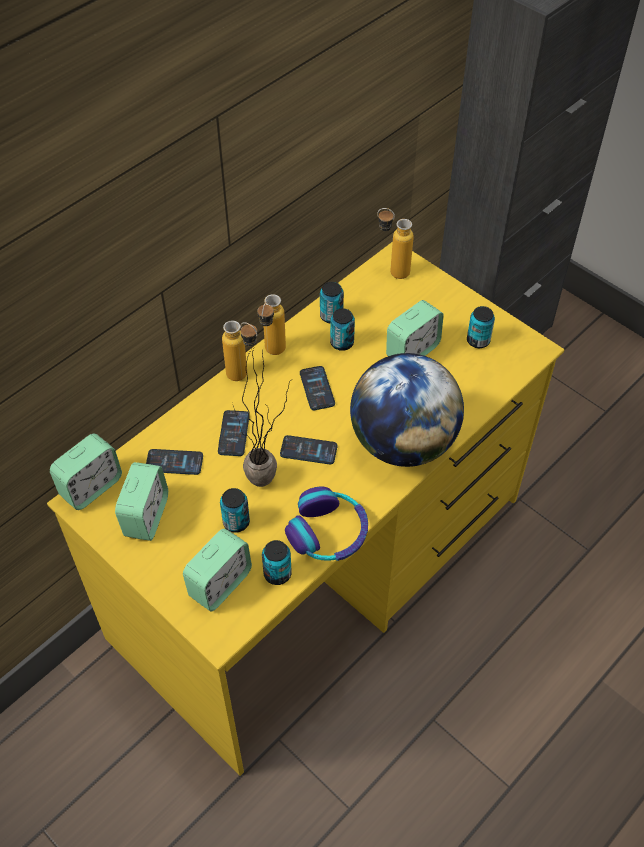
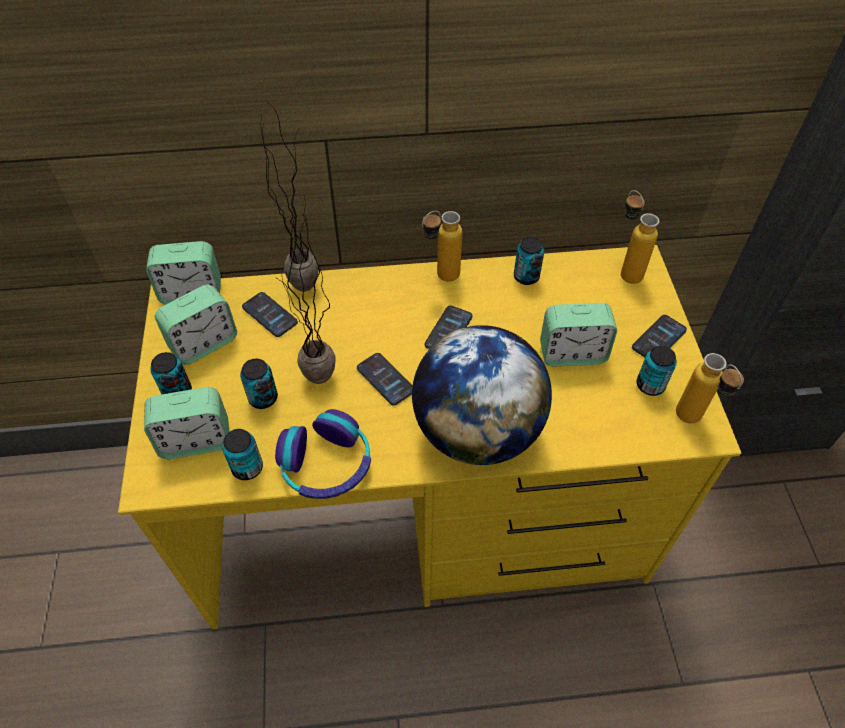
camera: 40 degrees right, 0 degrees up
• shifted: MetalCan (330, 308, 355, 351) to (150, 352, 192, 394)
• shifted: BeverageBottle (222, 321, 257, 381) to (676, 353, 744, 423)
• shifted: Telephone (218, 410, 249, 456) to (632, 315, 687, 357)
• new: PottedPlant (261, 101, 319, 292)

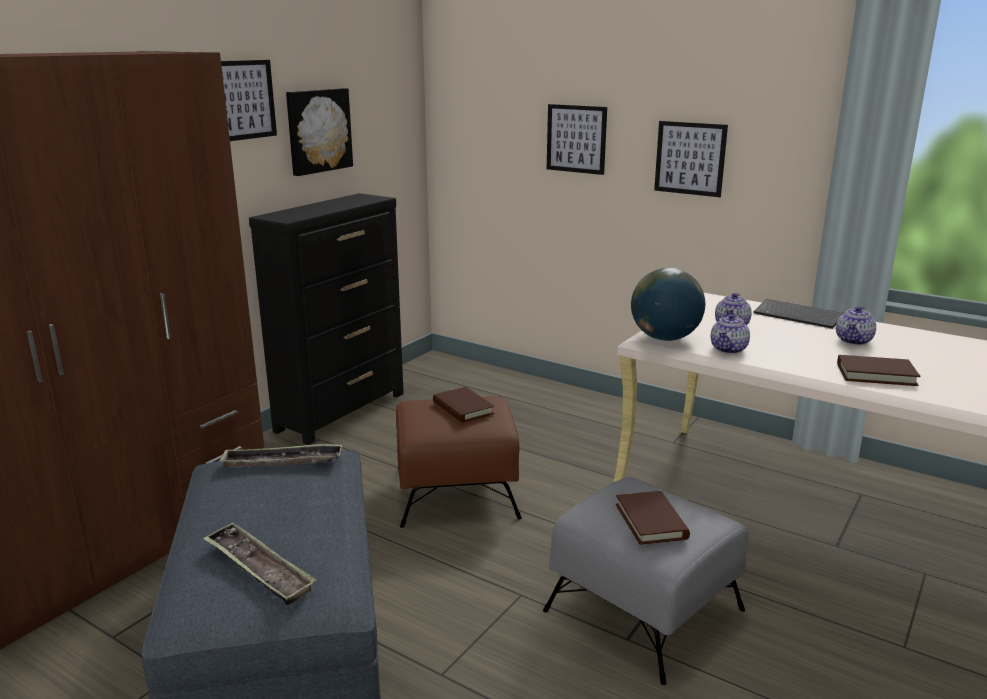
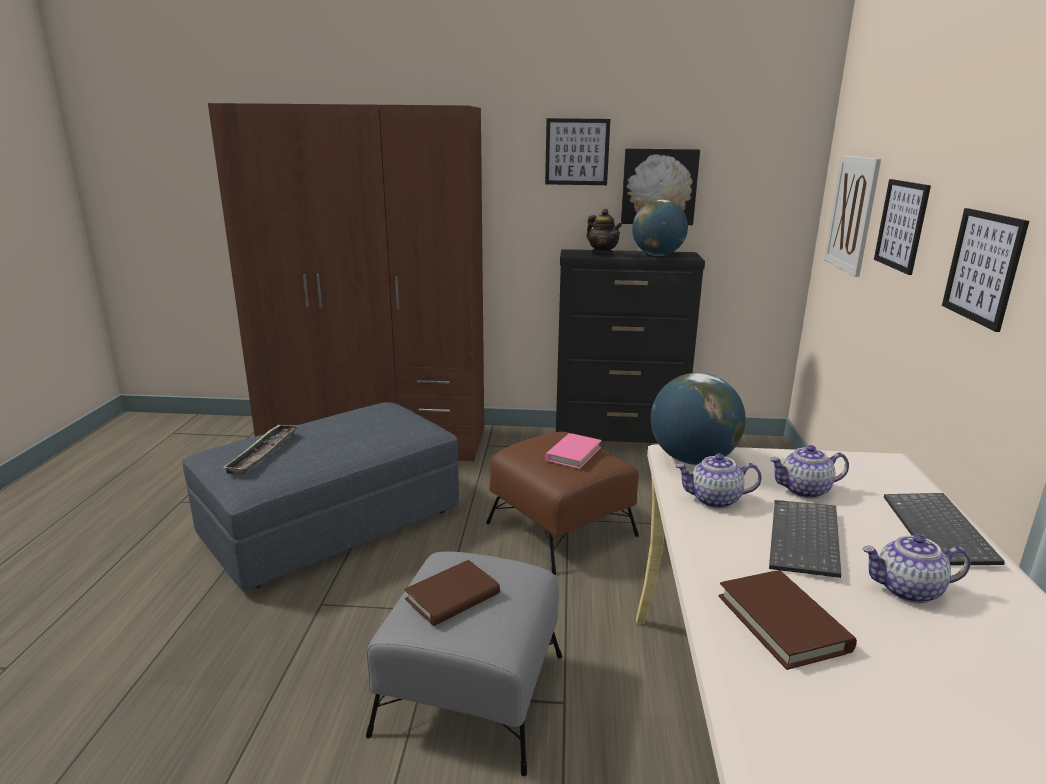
camera: 60 degrees right, 0 degrees up
• repainted: BrownVolume (433, 387, 494, 423) to PinkVolume (545, 433, 602, 469)
• gone: CarryingTray (219, 444, 342, 468)
• new: WallArt (824, 155, 881, 277)
• new: WorldGlobe (632, 200, 688, 256)
• new: Teapot (586, 209, 622, 256)
• new: PcKeyboard (769, 500, 841, 578)

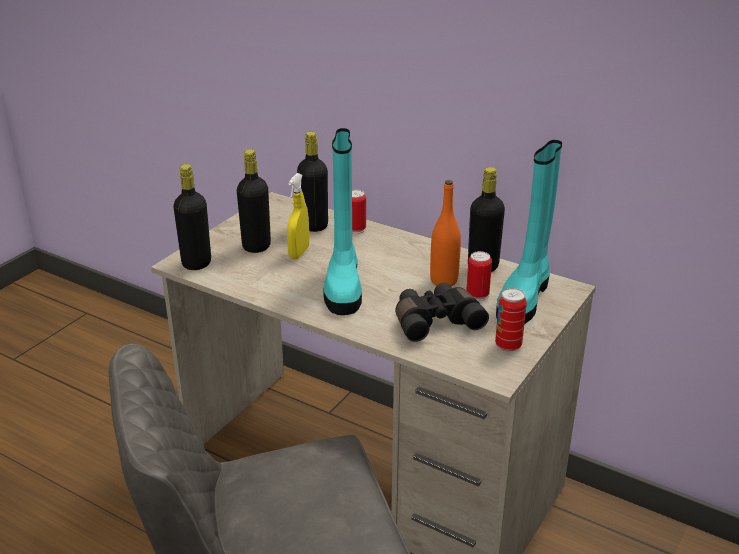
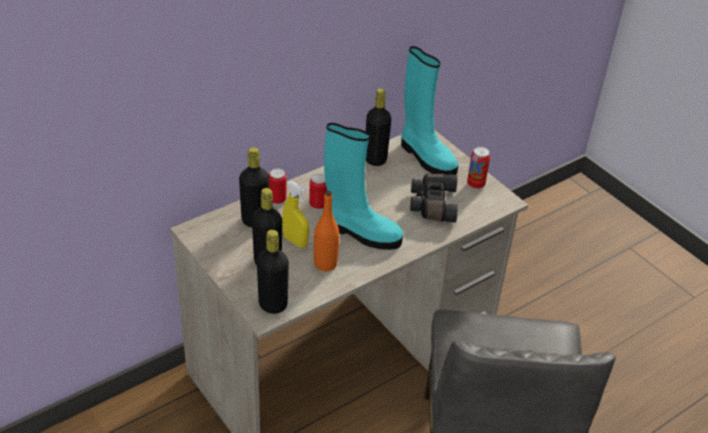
camera: 70 degrees left, 10 degrees up
• shifted: OrangeyBeverageBottle (430, 180, 461, 286) to (314, 191, 339, 271)
• shifted: MetalCan (466, 251, 492, 301) to (309, 174, 327, 211)

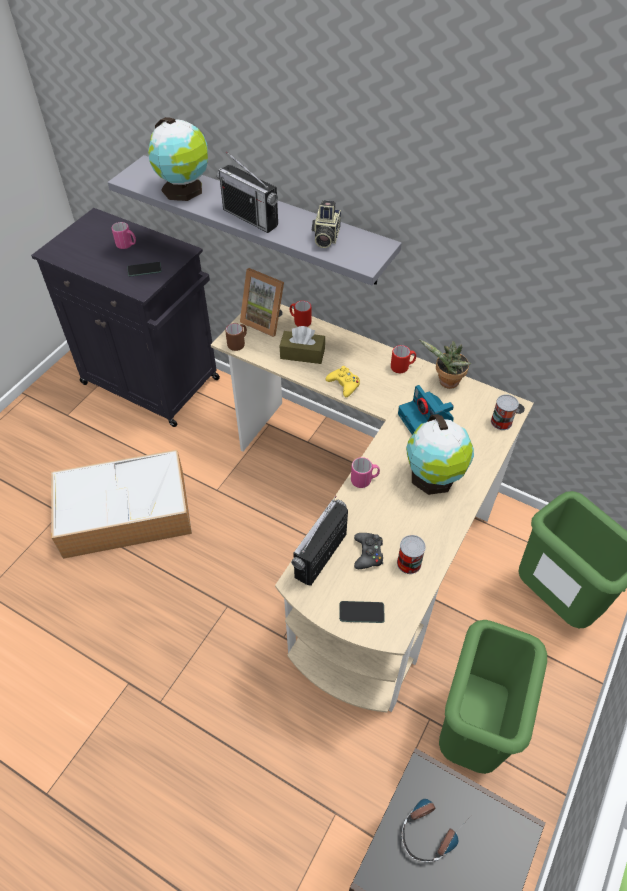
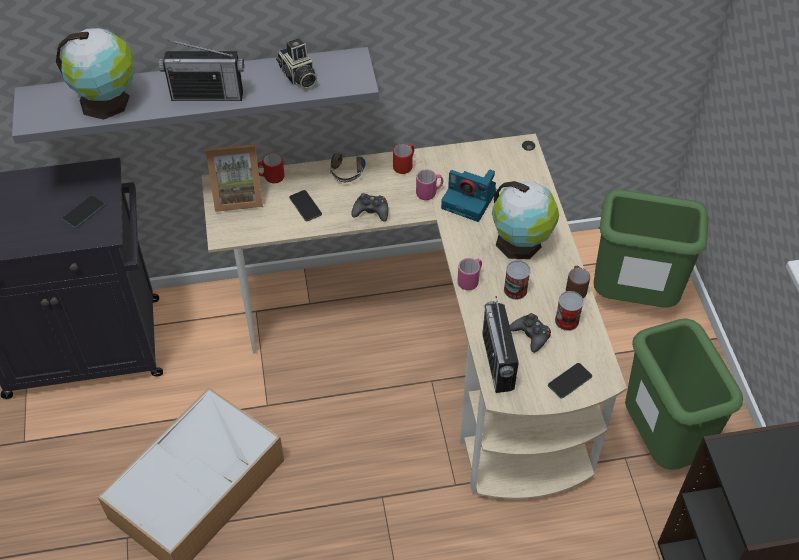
camera: 40 degrees left, 0 degrees up
• shifted: PinkCoffeeMug (112, 222, 136, 249) to (416, 169, 443, 200)
• shifted: BrownCoffeeMug (225, 323, 247, 351) to (566, 266, 590, 298)
• swapped: BrownTissueHolder (280, 326, 325, 364) to Telephone (289, 190, 322, 221)
• gone: PottedPlant (419, 340, 471, 389)
• repainted: YellowishGameController (326, 366, 360, 397) to BlackColouredGameController (351, 193, 388, 222)
• shifted: MetalCan (491, 395, 519, 430) to (504, 260, 531, 300)
• shifted: Headphones (402, 799, 458, 862) to (330, 152, 366, 182)

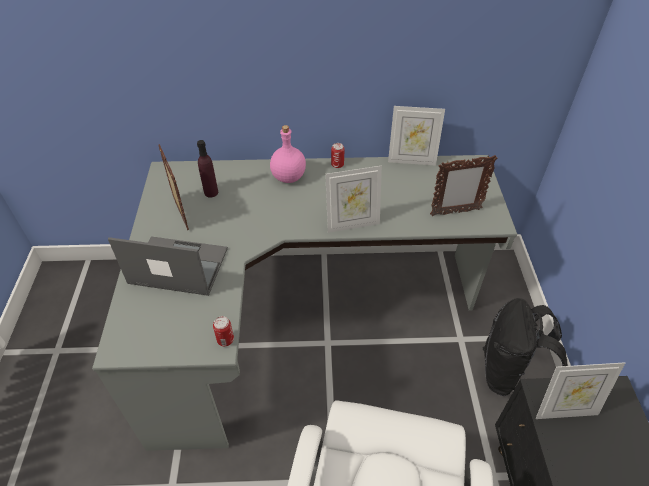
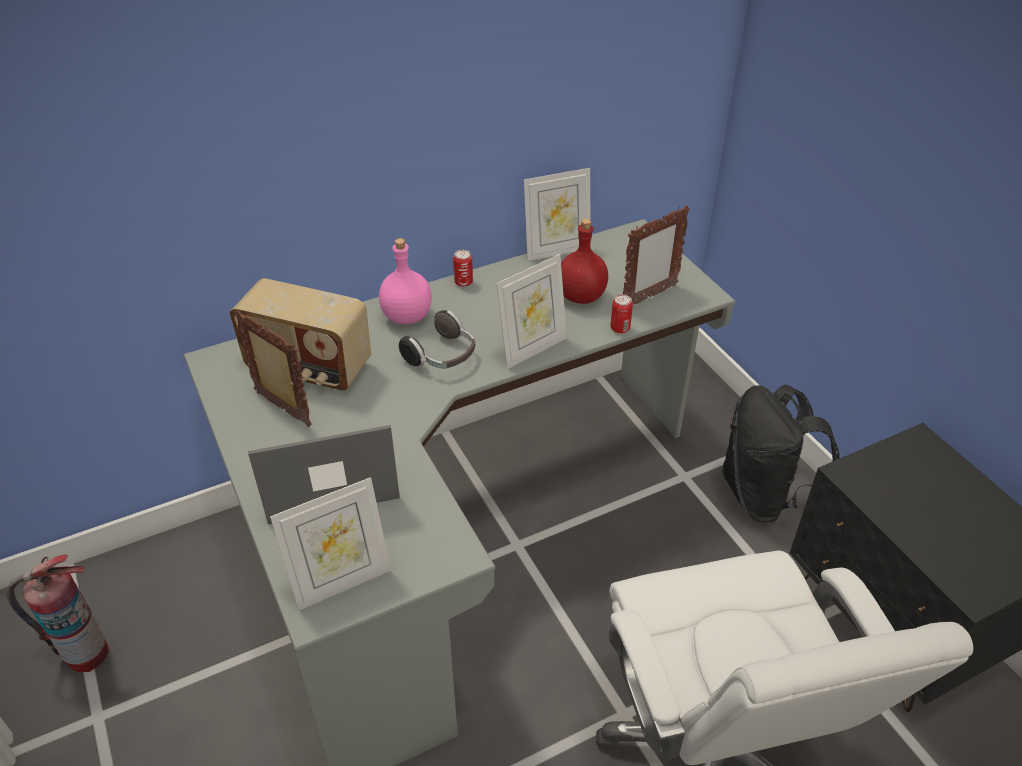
camera: 25 degrees left, 5 degrees down
• swapped: PurplishBeverageBottle (197, 140, 218, 198) to RadioSet (230, 278, 371, 391)
• shifted: MetalCan (213, 316, 234, 346) to (610, 294, 633, 333)
• shifted: StandingFrame (536, 362, 625, 419) to (270, 477, 391, 610)
• new: RedColouredBeverageBottle (561, 219, 608, 304)
• new: Headphones (399, 310, 475, 369)
• new: FireFightingCylinder (6, 554, 109, 672)

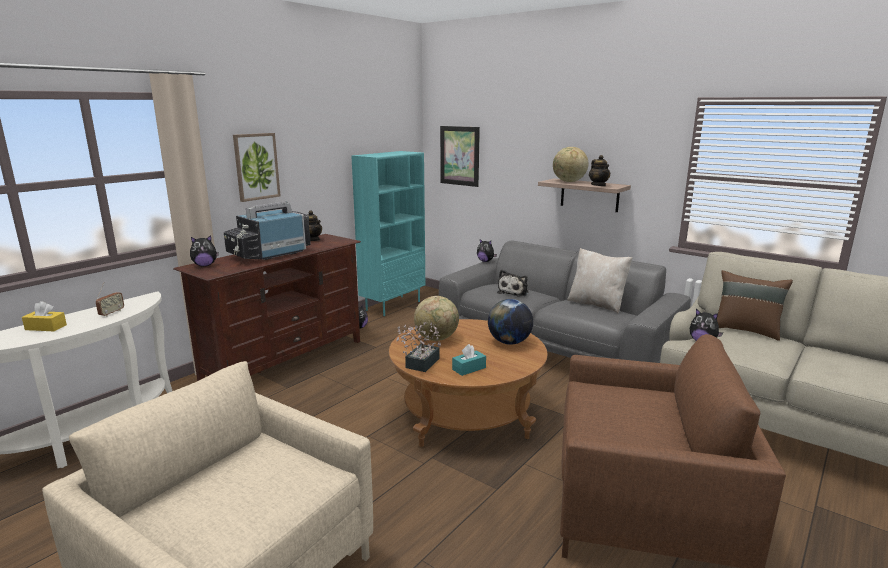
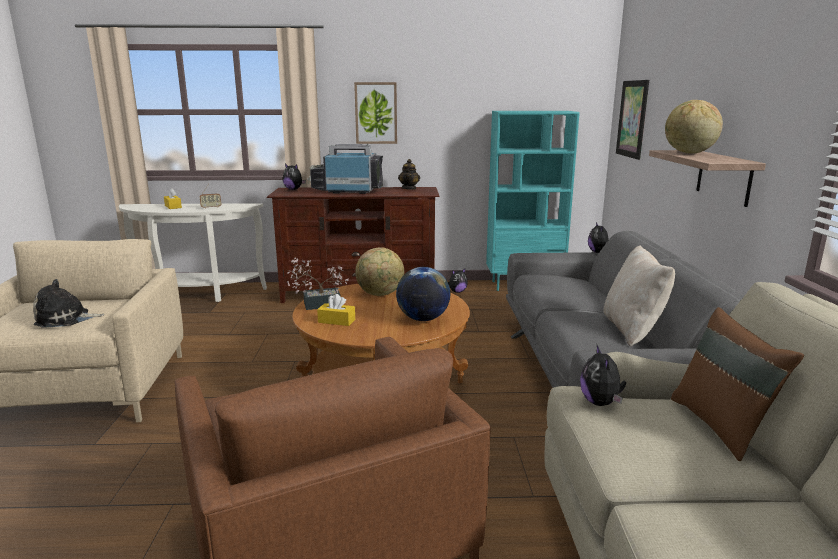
camera: 50 degrees right, 0 degrees up
• gone: Teapot (589, 155, 611, 186)
• shifted: CuddlyToy (497, 270, 529, 297) to (34, 279, 104, 328)
• repainted: TurquoiseTissueHolder (452, 344, 486, 376) to YellowishTissueHolder (317, 294, 355, 326)

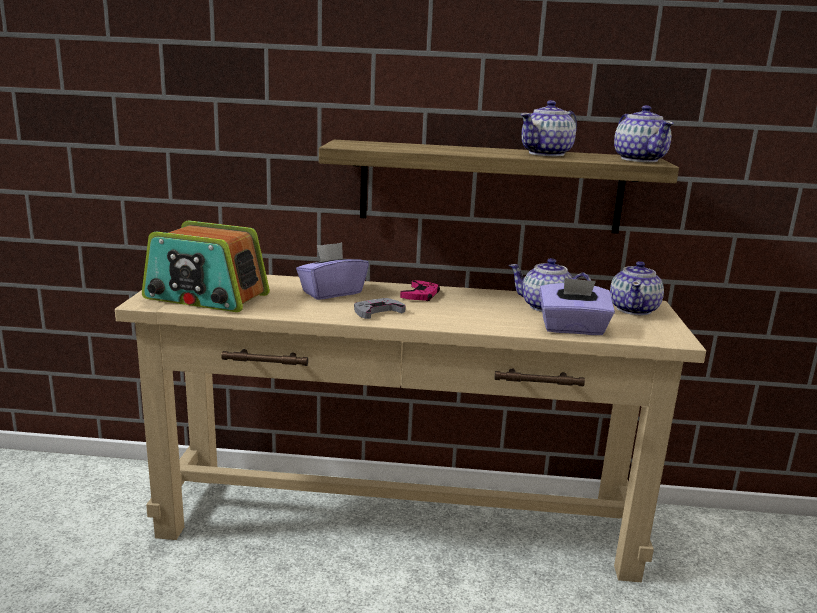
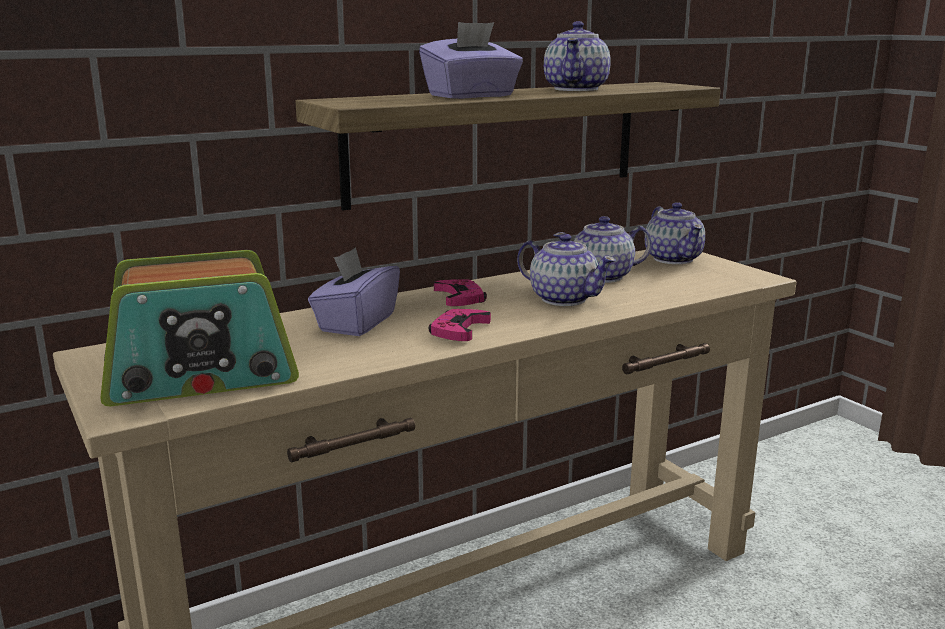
camera: 35 degrees left, 0 degrees up
• shifted: Teapot (614, 105, 673, 162) to (517, 234, 616, 306)
• shifted: PurplishTissueHolder (539, 278, 615, 335) to (419, 22, 523, 99)
• repainted: GrayGameController (354, 298, 406, 319) to PinkGameController (429, 309, 491, 341)

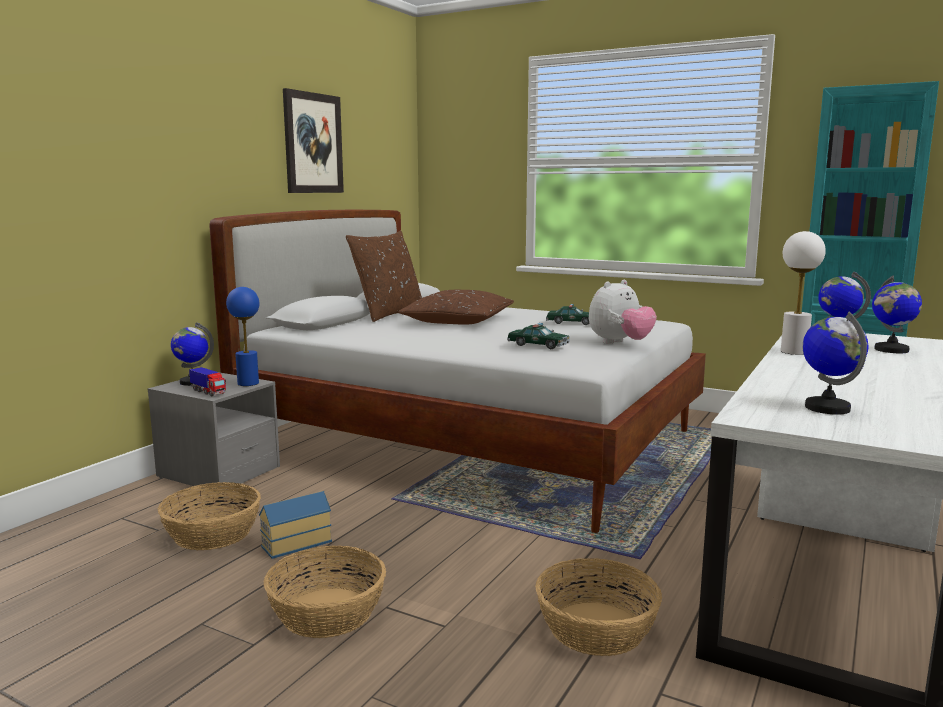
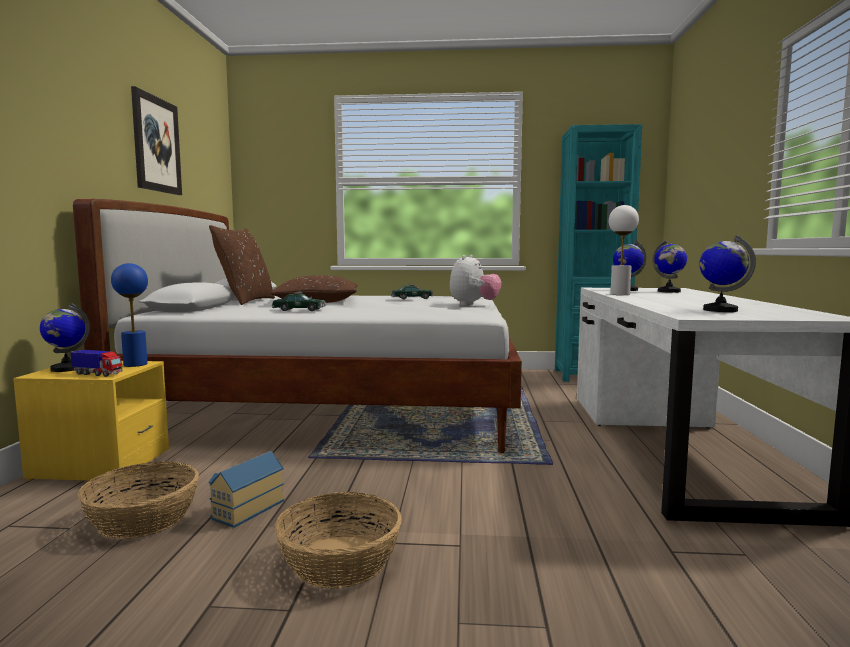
camera: 25 degrees left, 5 degrees down
• shifted: ModelCar (507, 323, 570, 349) to (272, 291, 326, 311)
• repainted: GrayNightstand (148, 372, 280, 490) to YellowishNightstand (13, 361, 169, 483)
• gone: HouseholdBasket (535, 558, 662, 656)

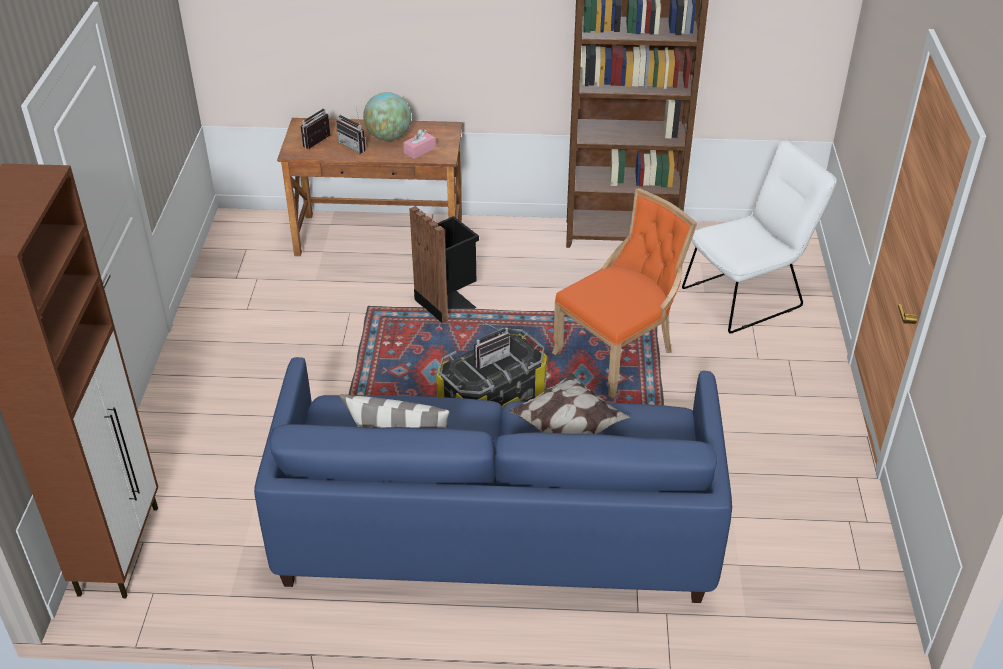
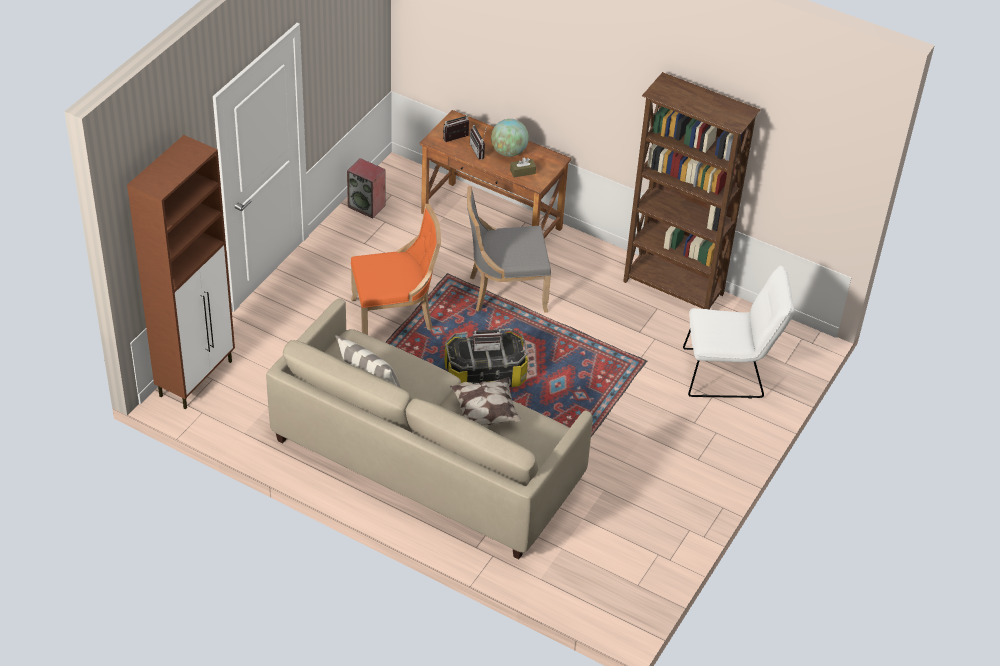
camera: 25 degrees right, 5 degrees up
• repainted: PinkTissueHolder (403, 129, 436, 159) to BrownTissueHolder (510, 157, 536, 178)
• shifted: OrangeyPlainChair (552, 188, 697, 398) to (351, 204, 441, 335)
• swapped: BlackColouredRubbishBin (409, 206, 479, 323) to GrayPlainChair (467, 186, 551, 313)
• repainted: BluishSettee (254, 357, 732, 603) to SandColouredSettee (266, 298, 593, 559)
• new: AudioSpeaker (347, 158, 386, 218)

